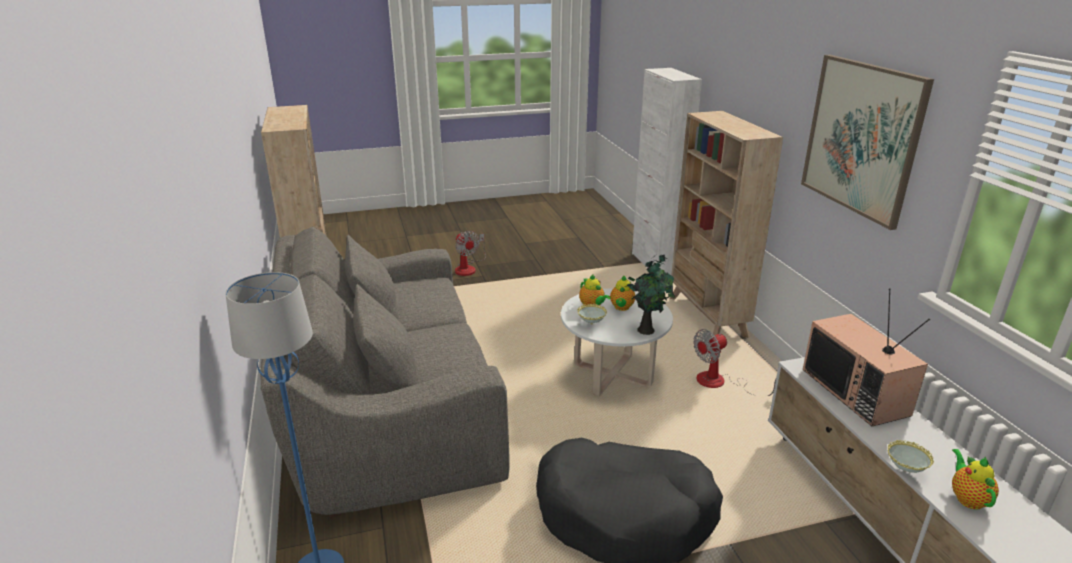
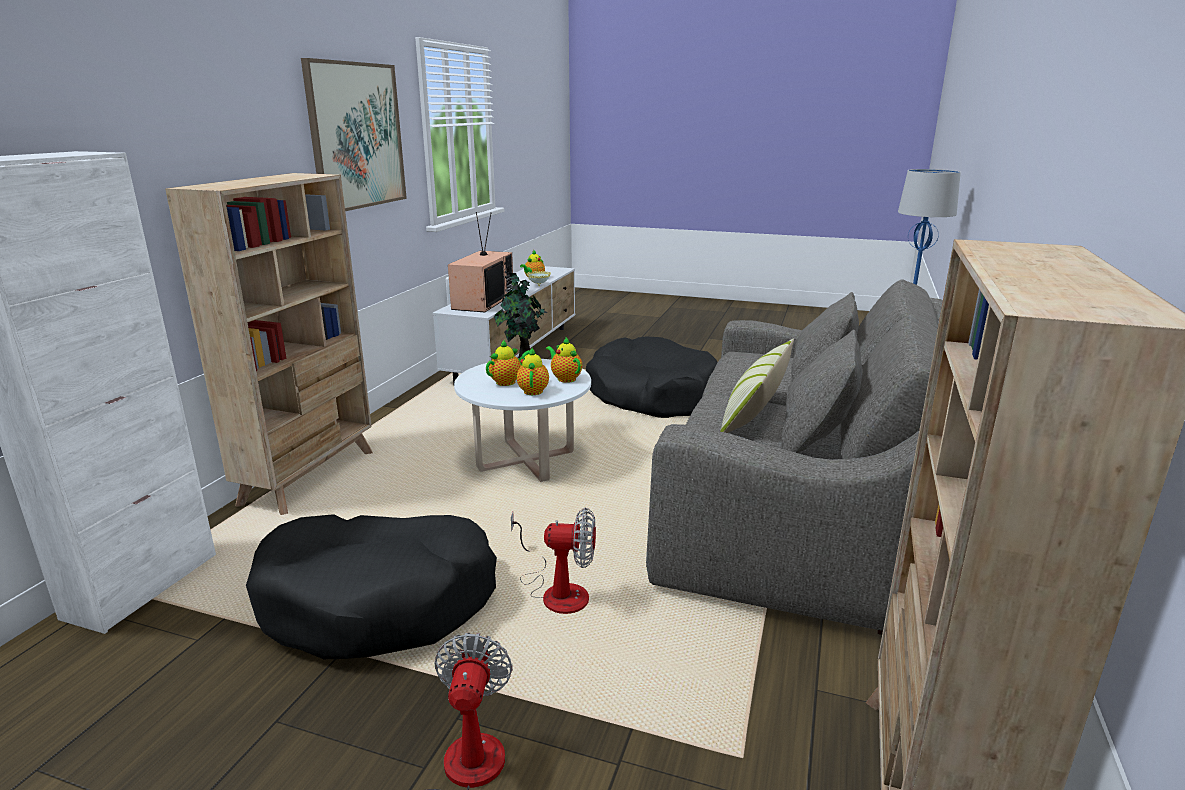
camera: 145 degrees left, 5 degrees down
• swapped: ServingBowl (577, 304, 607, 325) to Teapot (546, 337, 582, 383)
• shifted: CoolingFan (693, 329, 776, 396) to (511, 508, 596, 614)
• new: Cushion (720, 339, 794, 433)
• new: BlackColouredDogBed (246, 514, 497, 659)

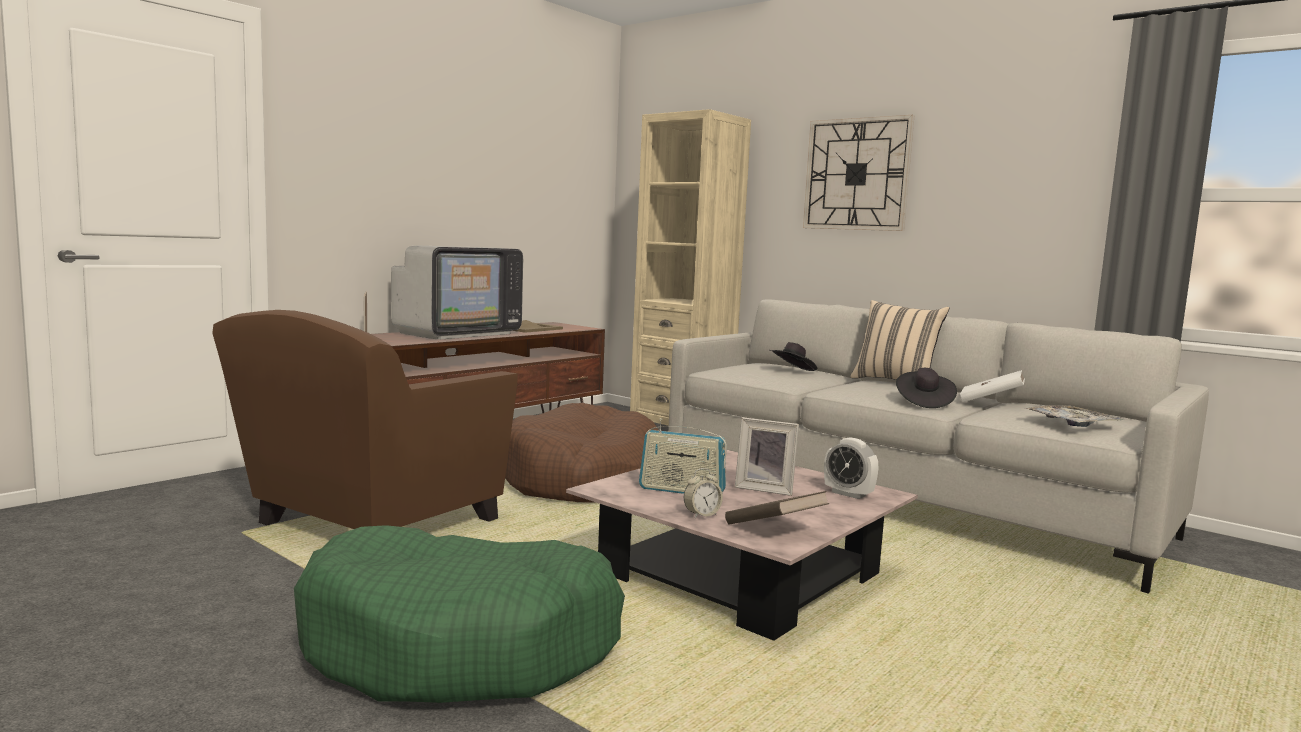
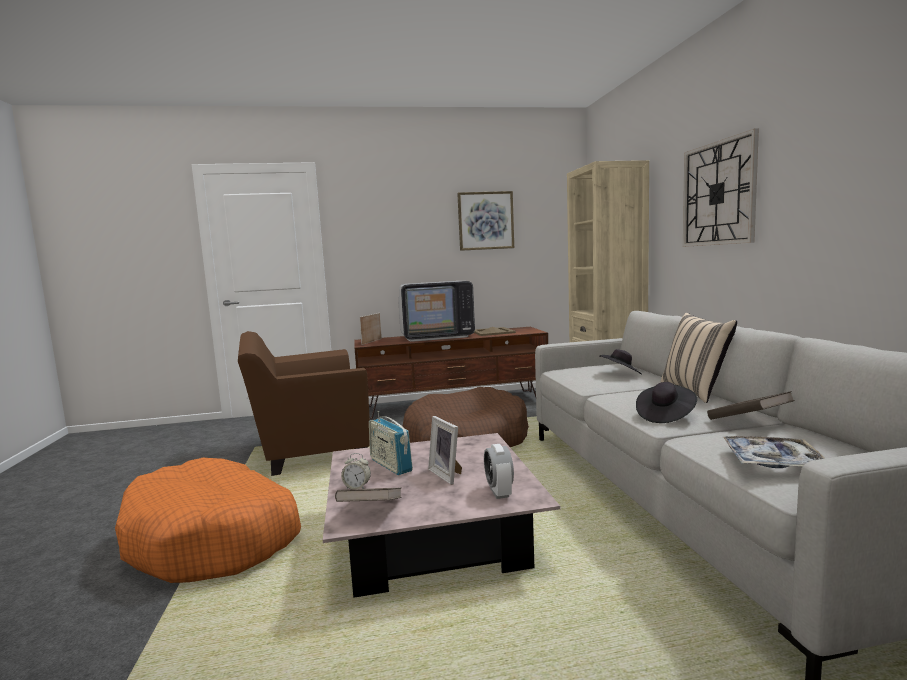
camera: 40 degrees right, 0 degrees up
• repainted: WhiteColouredVolume (960, 370, 1025, 402) to BrownVolume (707, 391, 795, 420)
• repainted: GreenishDogBed (294, 525, 625, 703) to OrangeyDogBed (115, 458, 301, 583)
• new: WallArt (457, 191, 514, 251)

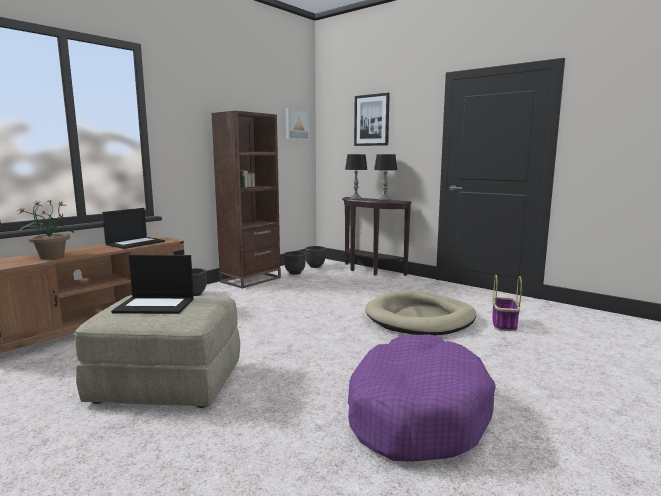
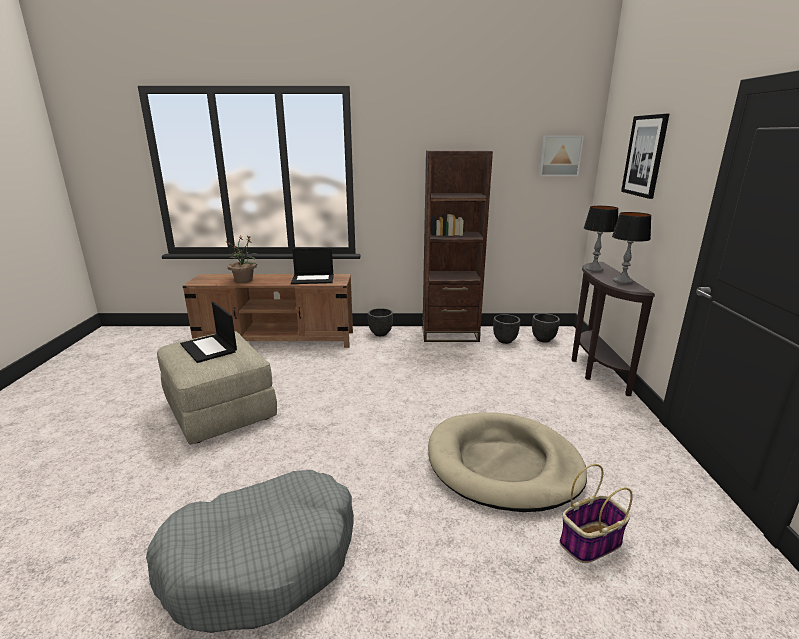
camera: 50 degrees right, 10 degrees up
• repainted: PurplishDogBed (348, 334, 496, 462) to GrayDogBed (146, 470, 354, 633)

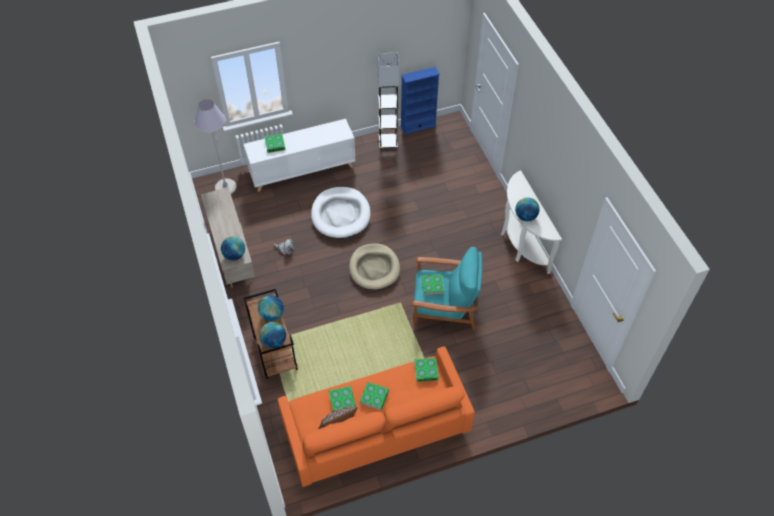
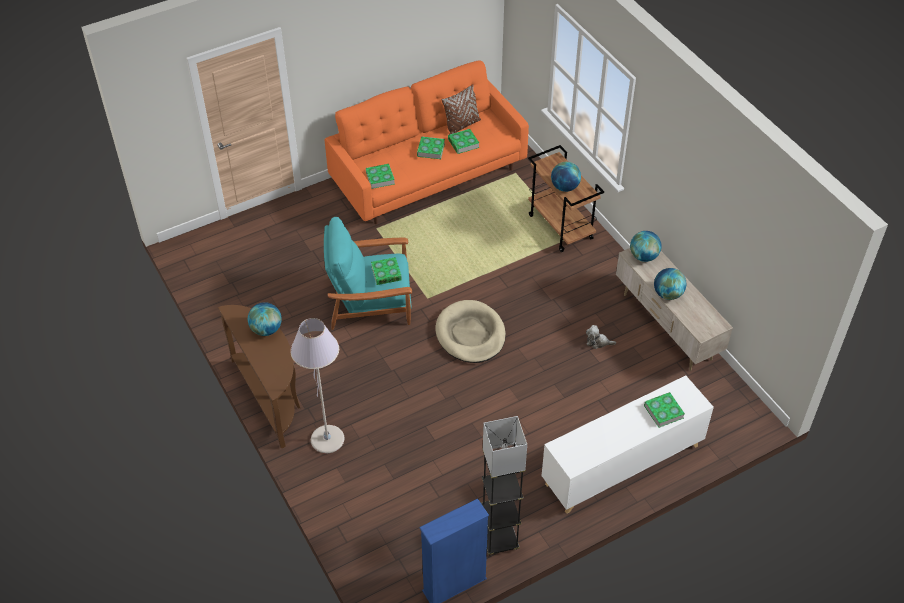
camera: 170 degrees right, 5 degrees down
• shifted: GrayStandingLamp (194, 99, 237, 194) to (290, 318, 345, 453)
• repainted: WhiteColouredNarrowTable (501, 170, 562, 274) to BrownNarrowTable (218, 305, 300, 449)
• gone: WhiteColouredDogBed (311, 187, 371, 239)
• shifted: WorldGlobe (260, 322, 286, 348) to (654, 268, 686, 300)

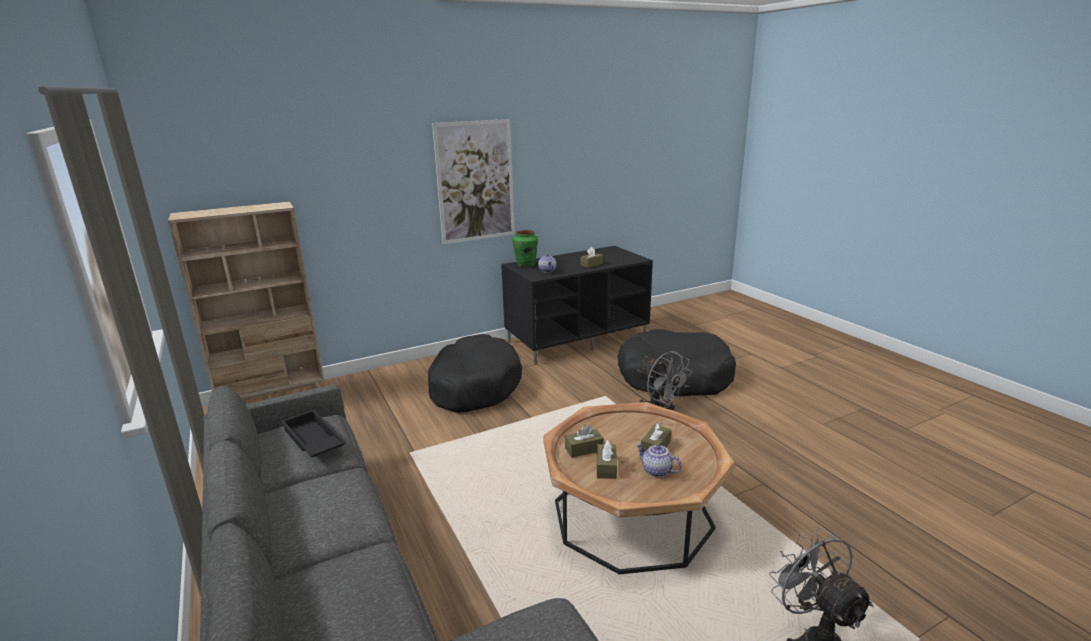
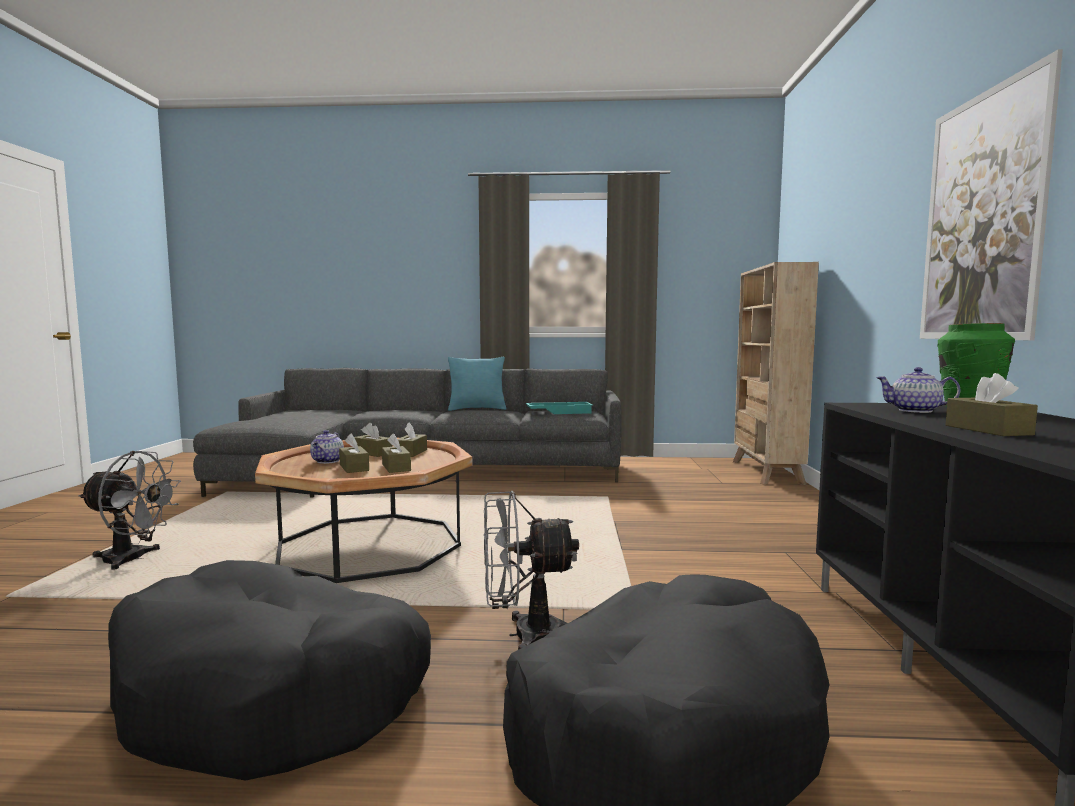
camera: 120 degrees right, 15 degrees down
• shifted: BlackColouredDogBed (428, 334, 522, 413) to (108, 560, 431, 781)
• repainted: BlackColouredCarryingTray (281, 410, 346, 458) to TurquoiseCarryingTray (526, 402, 593, 414)
• rotated: Teapot (636, 443, 682, 477) = (310, 430, 344, 464) 120 degrees clockwise
• new: TurquoiseCushion (448, 357, 506, 411)
• new: BrownTissueHolder (382, 433, 411, 473)

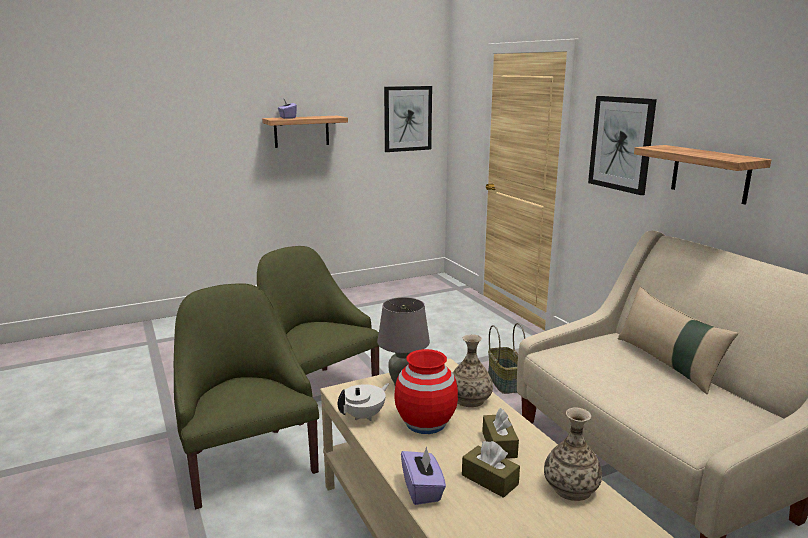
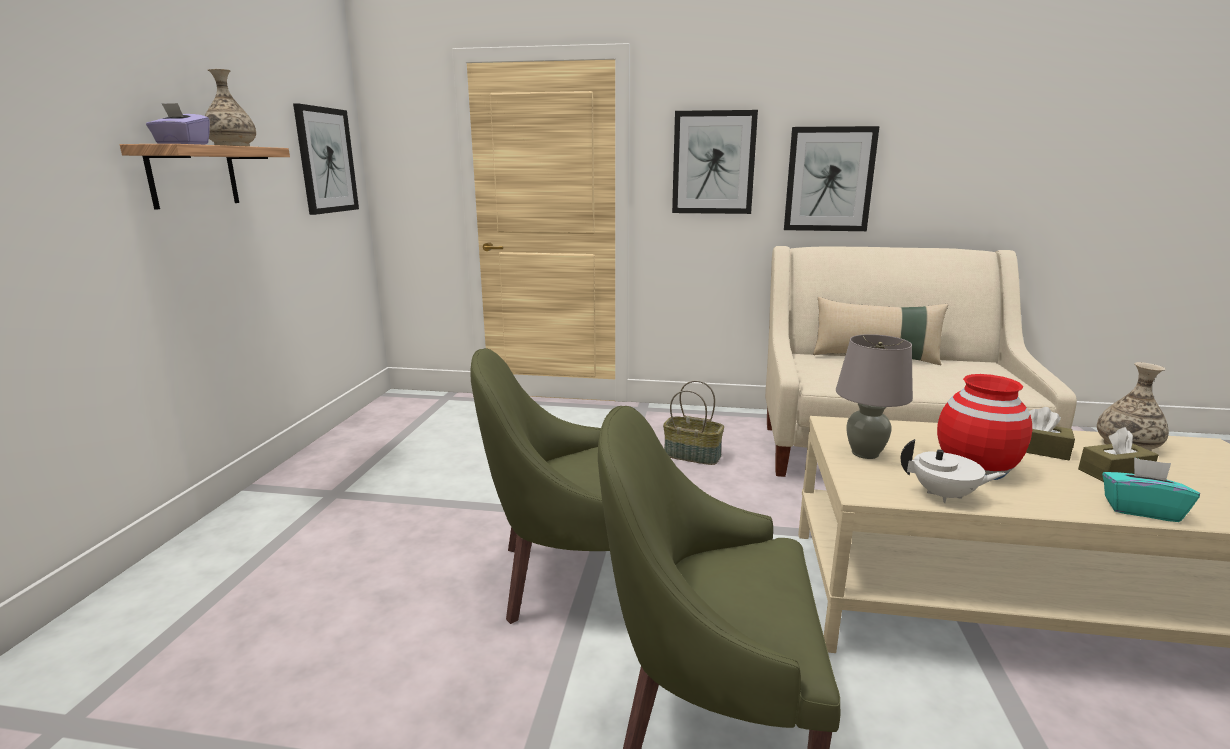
camera: 55 degrees left, 0 degrees up
• swapped: Shelf (634, 145, 771, 205) to WallArt (784, 126, 880, 231)
• shifted: FlowerVase (453, 334, 493, 407) to (205, 69, 256, 147)
• rotated: WhiteColouredTeapot (338, 383, 389, 421) = (901, 439, 1006, 503) 120 degrees clockwise
• repainted: PurplishTissueHolder (401, 447, 446, 505) to TurquoiseTissueHolder (1102, 458, 1200, 522)

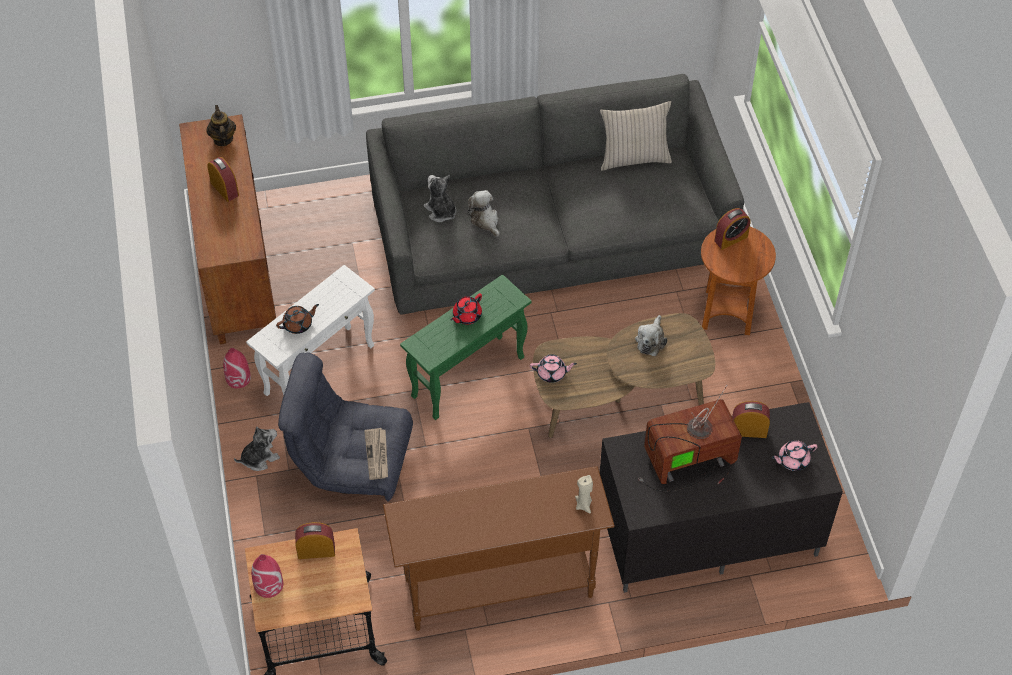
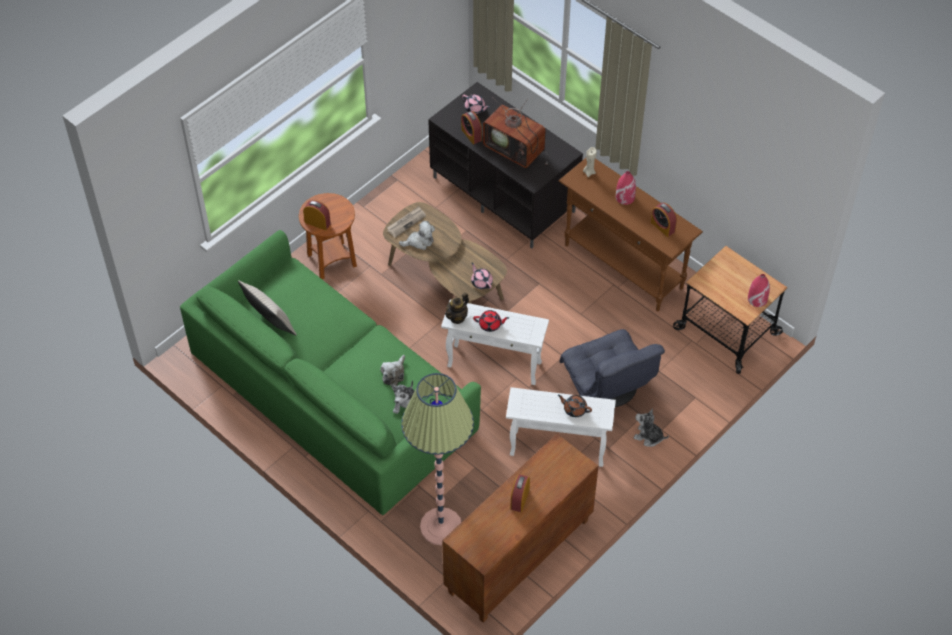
camera: 125 degrees left, 0 degrees up
• repainted: GraySettee (366, 74, 744, 314) to GreenishSettee (180, 230, 481, 515)
• shifted: Teapot (206, 105, 236, 146) to (445, 293, 469, 324)
• repainted: GreenishAccentTable (400, 274, 532, 420) to WhiteColouredAccentTable (441, 299, 549, 385)
• shifted: RedColouredFlowerVase (223, 348, 251, 388) to (616, 171, 636, 205)
• shifted: PrintedPaper (364, 428, 388, 480) to (387, 206, 426, 238)
• shifted: TableClock (295, 522, 335, 559) to (651, 203, 677, 237)
• new: StandingLamp (401, 373, 474, 545)

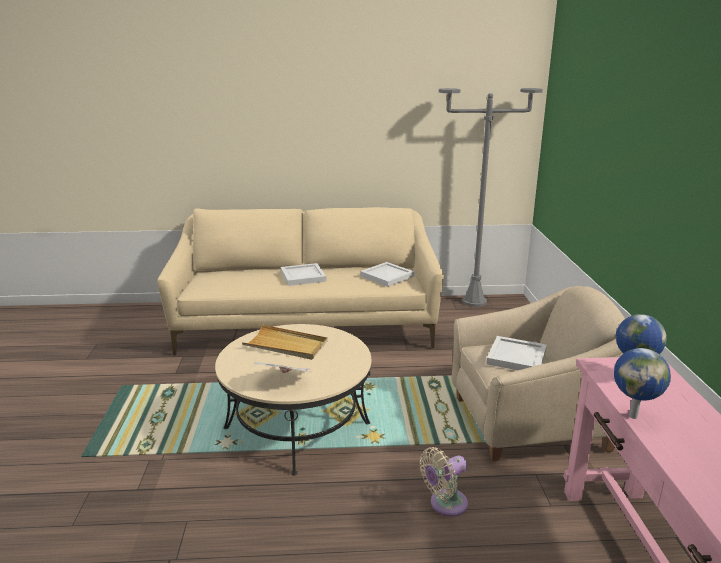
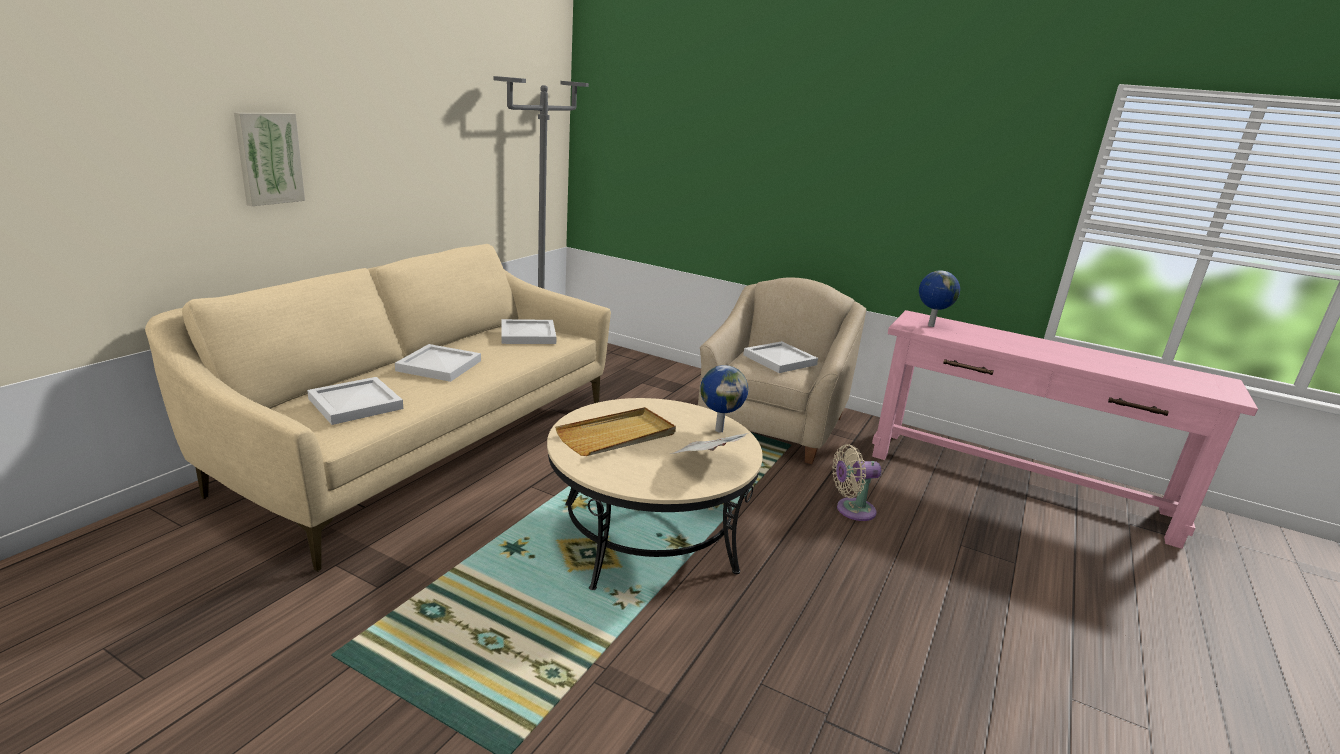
camera: 60 degrees left, 0 degrees up
• shifted: WorldGlobe (614, 348, 671, 419) to (700, 365, 748, 433)
• rotated: SandColouredCoolingFan (420, 447, 468, 517) = (832, 444, 881, 521) 75 degrees clockwise
• new: WallArt (234, 113, 305, 206)
• new: WhiteColouredCarryingTray (307, 377, 403, 425)

